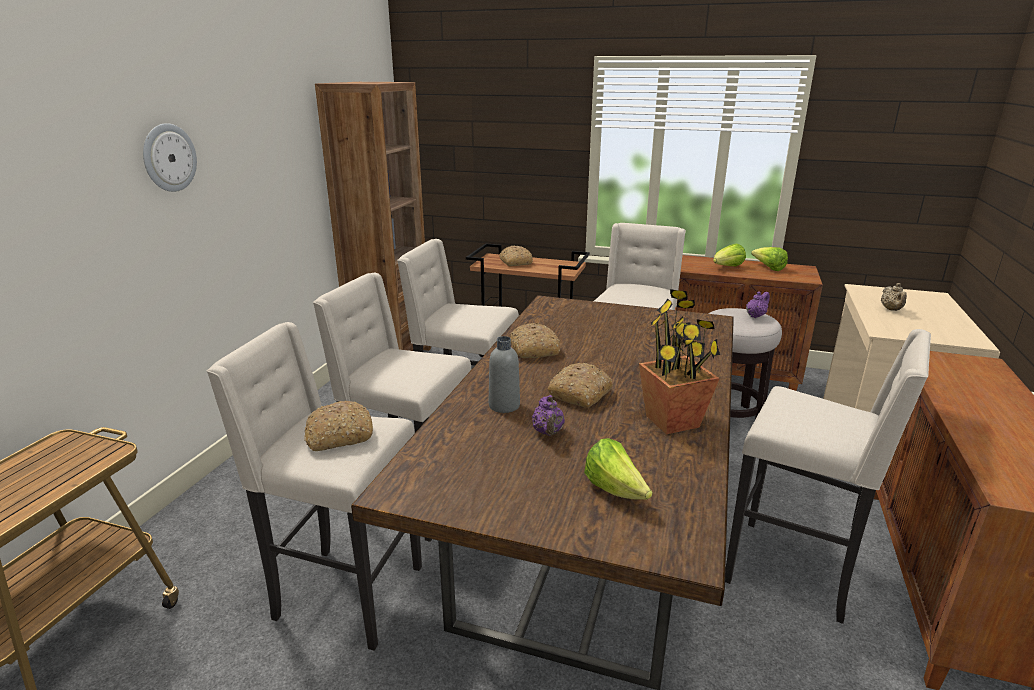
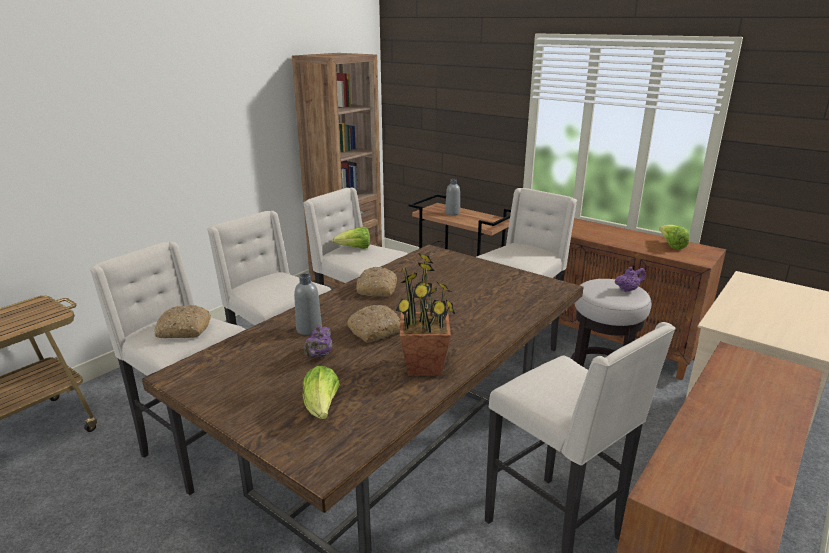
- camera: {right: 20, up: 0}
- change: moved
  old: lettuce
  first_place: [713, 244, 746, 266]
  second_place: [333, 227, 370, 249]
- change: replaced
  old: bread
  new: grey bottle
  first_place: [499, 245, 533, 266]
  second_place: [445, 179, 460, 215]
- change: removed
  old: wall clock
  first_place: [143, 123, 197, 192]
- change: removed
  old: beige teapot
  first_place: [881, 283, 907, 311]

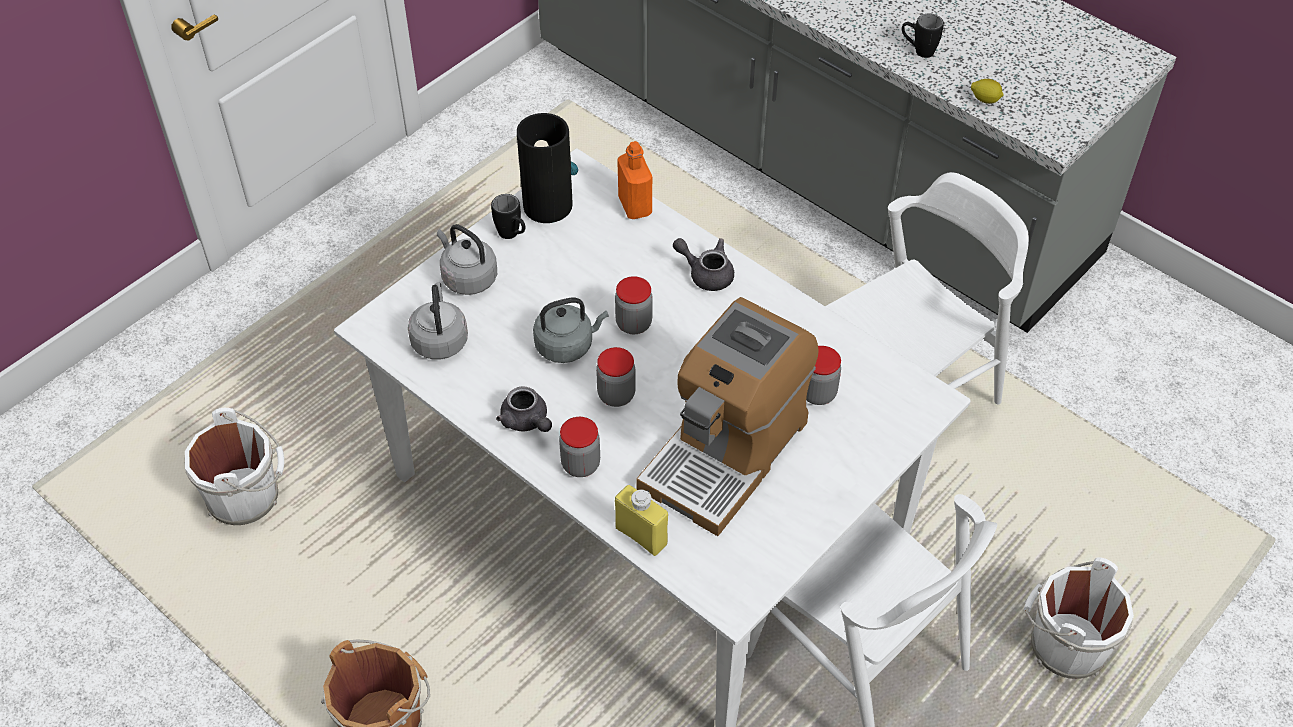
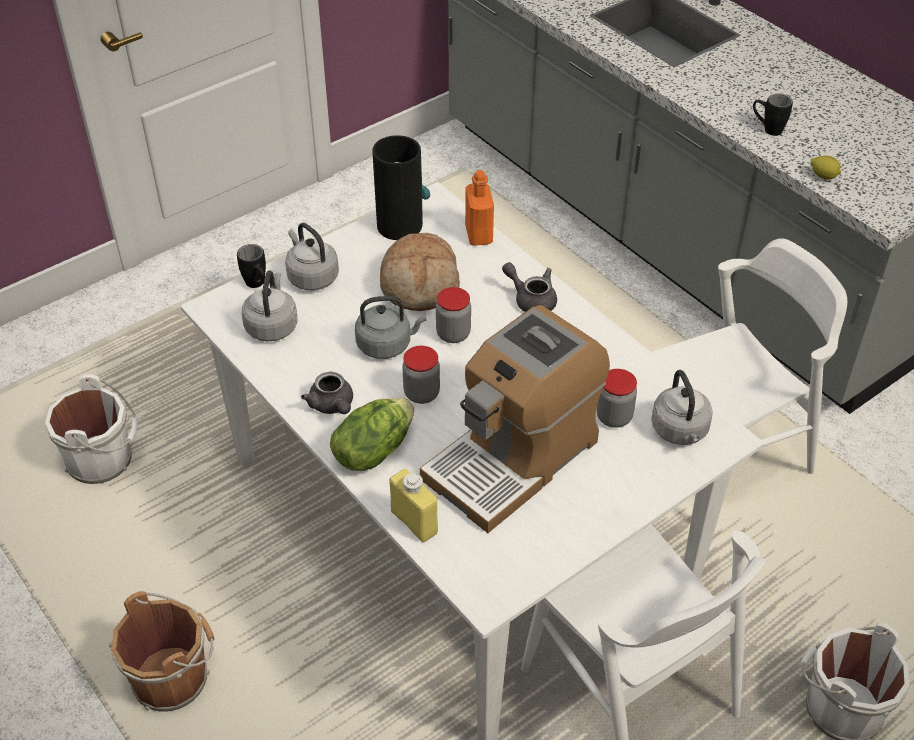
- camera: {right: 10, up: -5}
- change: moved
  old: black mug
  first_place: [491, 194, 525, 239]
  second_place: [237, 244, 266, 288]
- change: replaced
  old: jar
  new: lettuce
  first_place: [559, 417, 600, 477]
  second_place: [330, 398, 414, 471]
- change: added
  new: bread
  second_place: [380, 233, 460, 311]
- change: added
  new: grey kettle
  second_place: [651, 370, 713, 445]

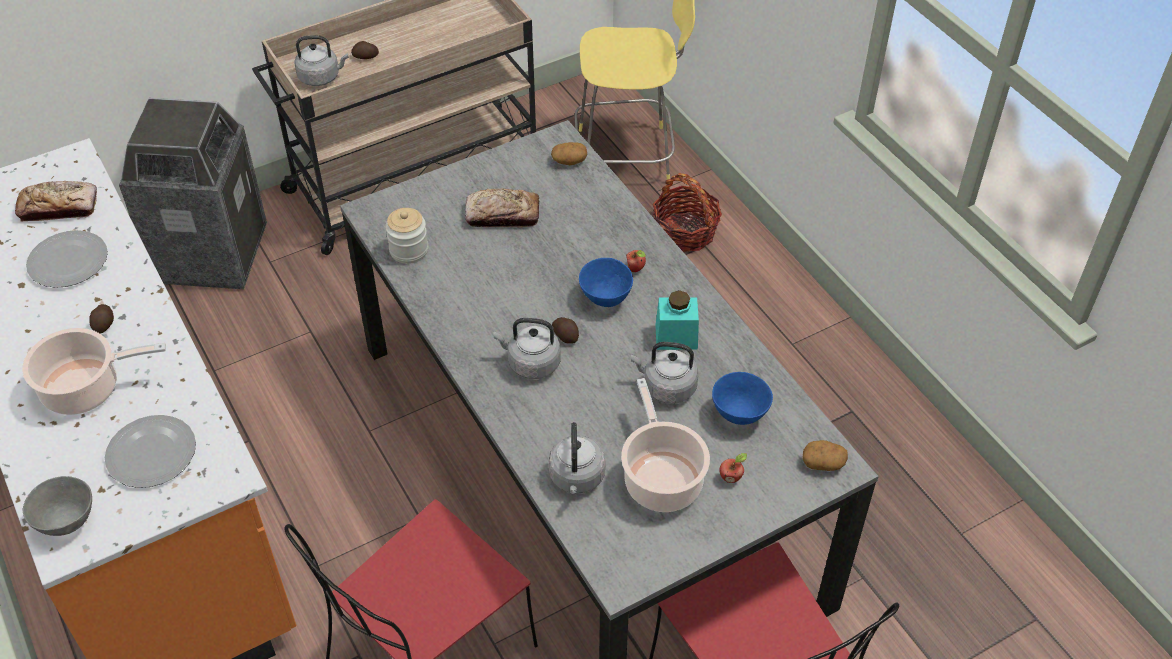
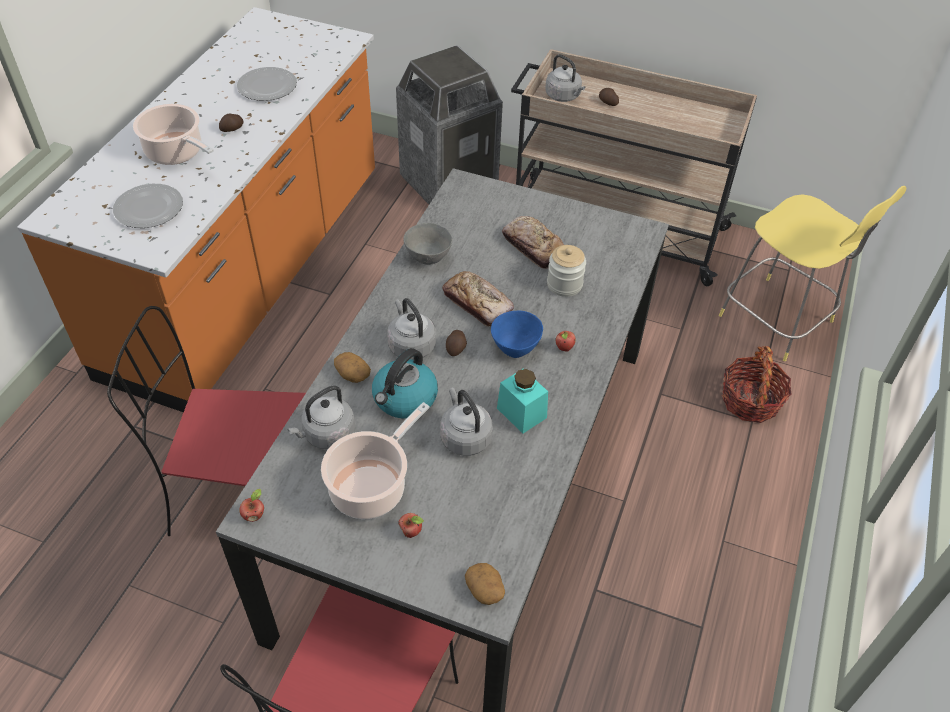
- camera: {right: 50, up: 0}
- change: added
  new: apple
  second_place: [239, 489, 264, 522]
- change: moved
  old: potato
  first_place: [551, 142, 587, 165]
  second_place: [334, 352, 371, 383]
- change: added
  new: kettle
  second_place: [372, 348, 438, 418]
- change: moved
  old: grey bowl
  first_place: [23, 476, 92, 536]
  second_place: [403, 223, 452, 265]
- change: moved
  old: bread
  first_place: [15, 181, 97, 221]
  second_place: [442, 271, 514, 326]
- change: moved
  old: jar
  first_place: [385, 208, 428, 264]
  second_place: [547, 245, 586, 297]
- change: removed
  old: blue bowl
  first_place: [712, 372, 773, 425]

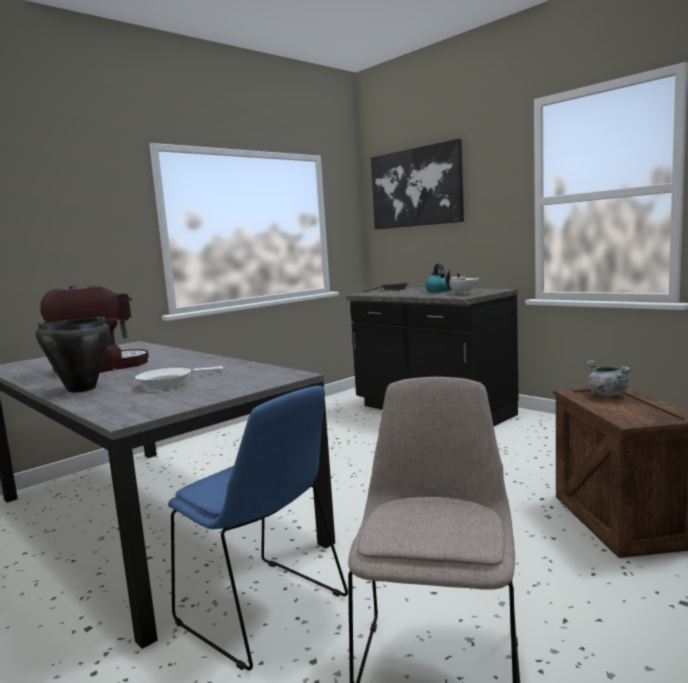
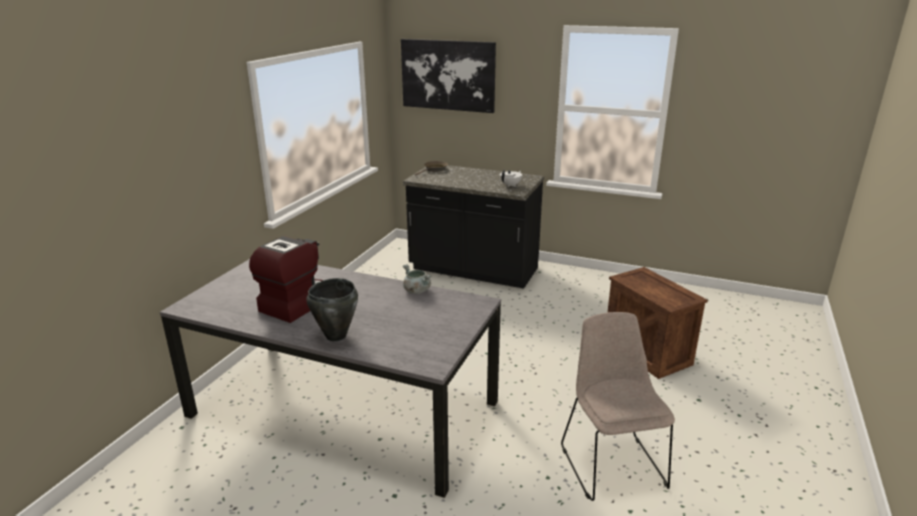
- camera: {right: -25, up: 15}
- change: moved
  old: grey cooking pot
  first_place: [587, 360, 632, 396]
  second_place: [403, 264, 431, 294]
- change: removed
  old: white frying pan
  first_place: [135, 366, 223, 390]
- change: removed
  old: blue chair
  first_place: [168, 386, 348, 671]
- change: removed
  old: kettle
  first_place: [425, 264, 452, 292]

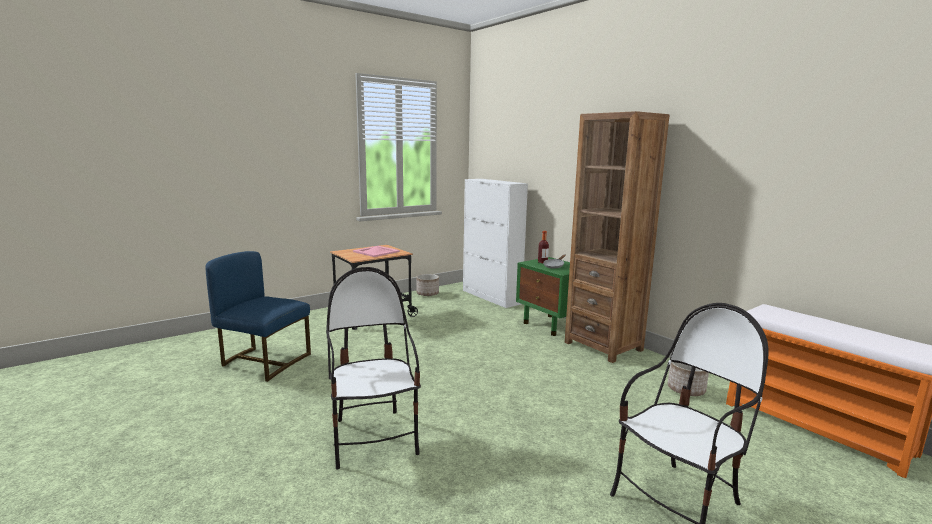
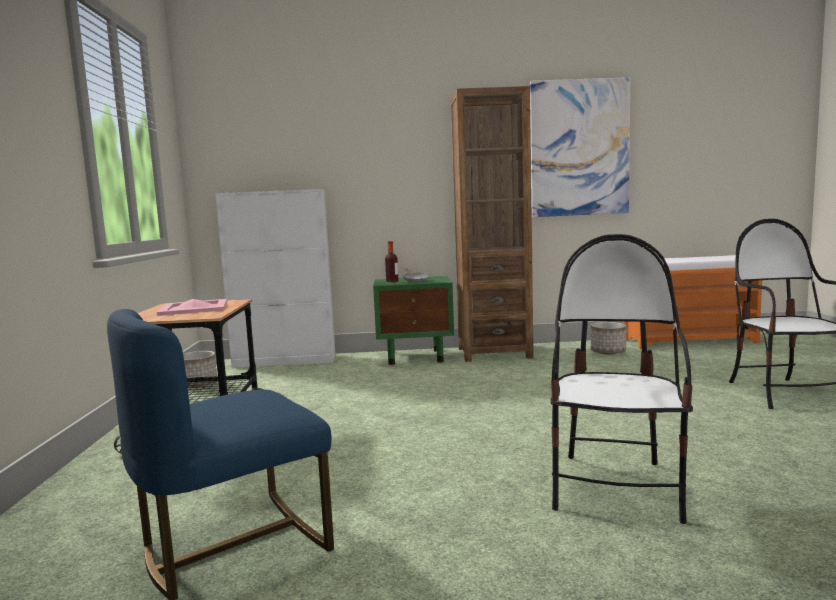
- camera: {right: -55, up: -5}
- change: added
  new: picture
  second_place: [530, 77, 630, 217]
- change: turned
  old: chair
  first_place: [326, 267, 421, 470]
  second_place: [550, 234, 693, 524]
  degrees: 90

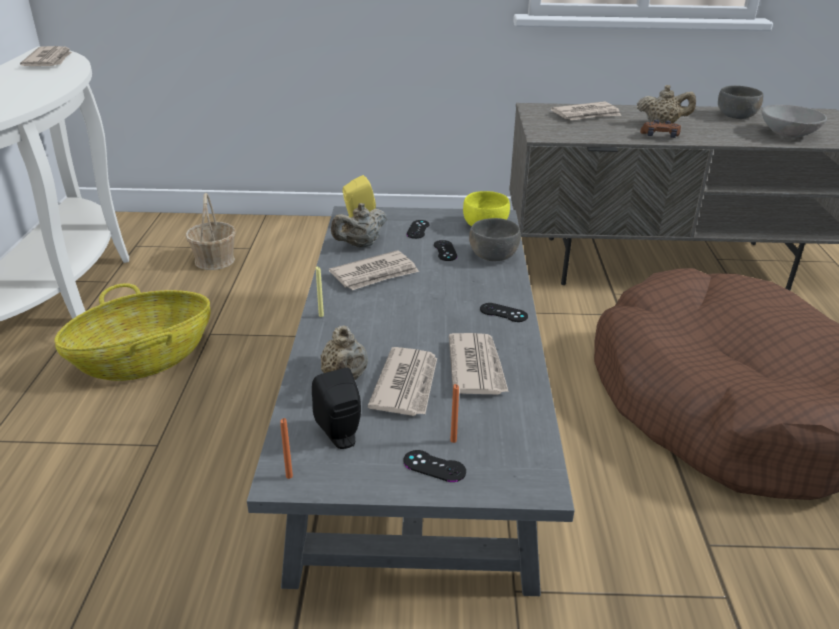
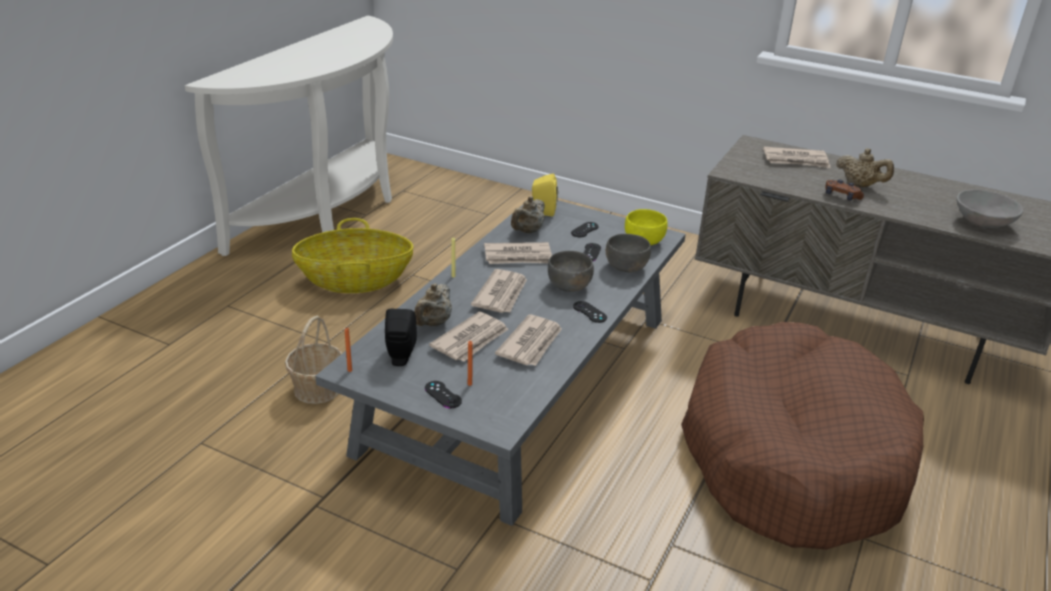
- camera: {right: 25, up: 0}
- change: moved
  old: basket
  first_place: [185, 193, 236, 270]
  second_place: [285, 315, 342, 404]
- change: moved
  old: newspaper
  first_place: [20, 46, 72, 66]
  second_place: [471, 269, 527, 313]
- change: turned
  old: beige teapot
  first_place: [331, 203, 387, 248]
  second_place: [511, 196, 545, 234]
  degrees: -45
- change: moved
  old: grey bowl
  first_place: [718, 86, 763, 119]
  second_place: [548, 251, 594, 292]

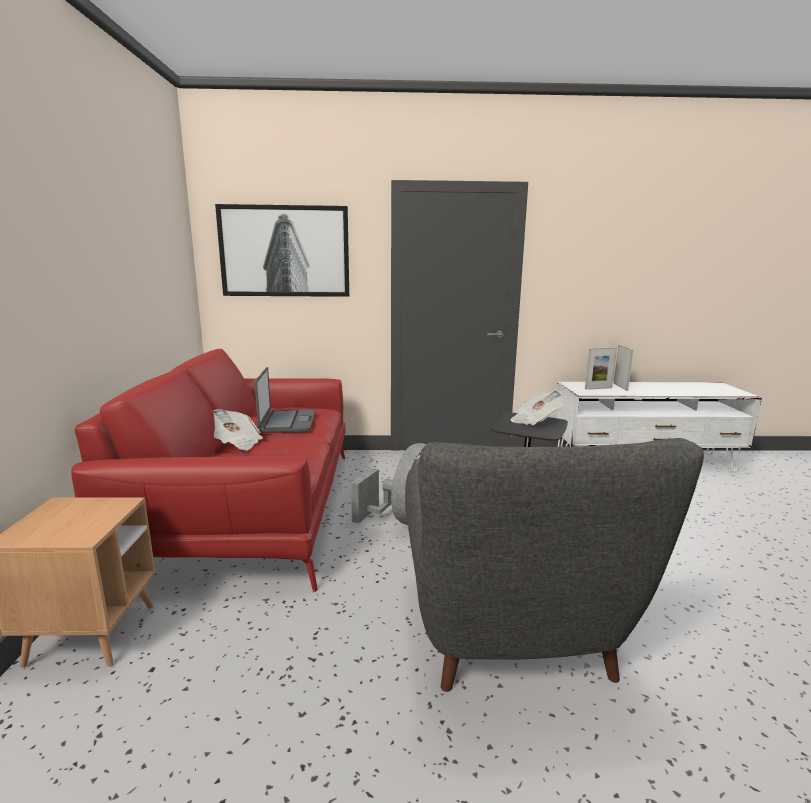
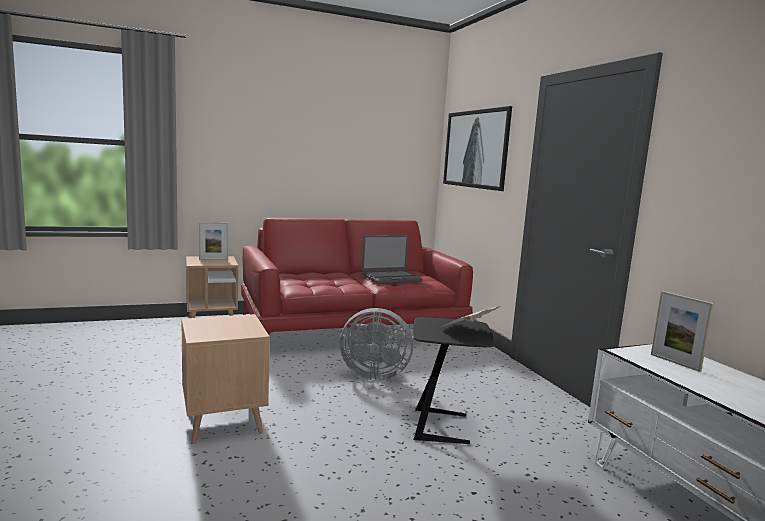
- camera: {right: 70, up: -5}
- change: replaced
  old: grey armchair
  new: brown side table
  first_place: [405, 438, 704, 692]
  second_place: [181, 314, 270, 445]
- change: moved
  old: picture frame
  first_place: [614, 344, 634, 391]
  second_place: [199, 222, 228, 260]
- change: removed
  old: newspaper
  first_place: [213, 409, 263, 451]

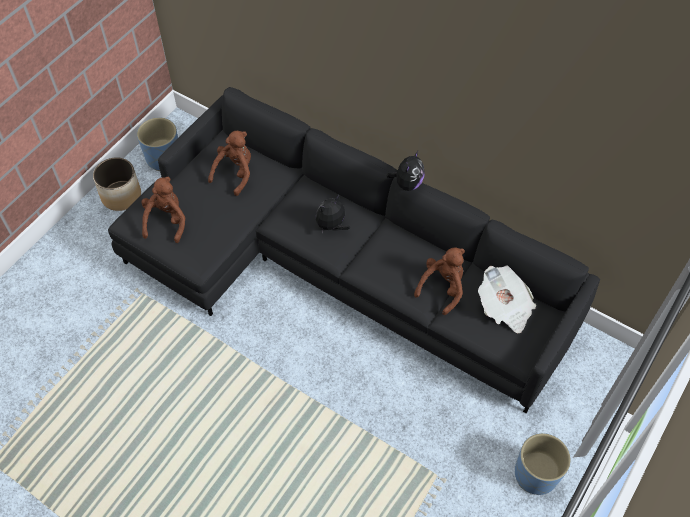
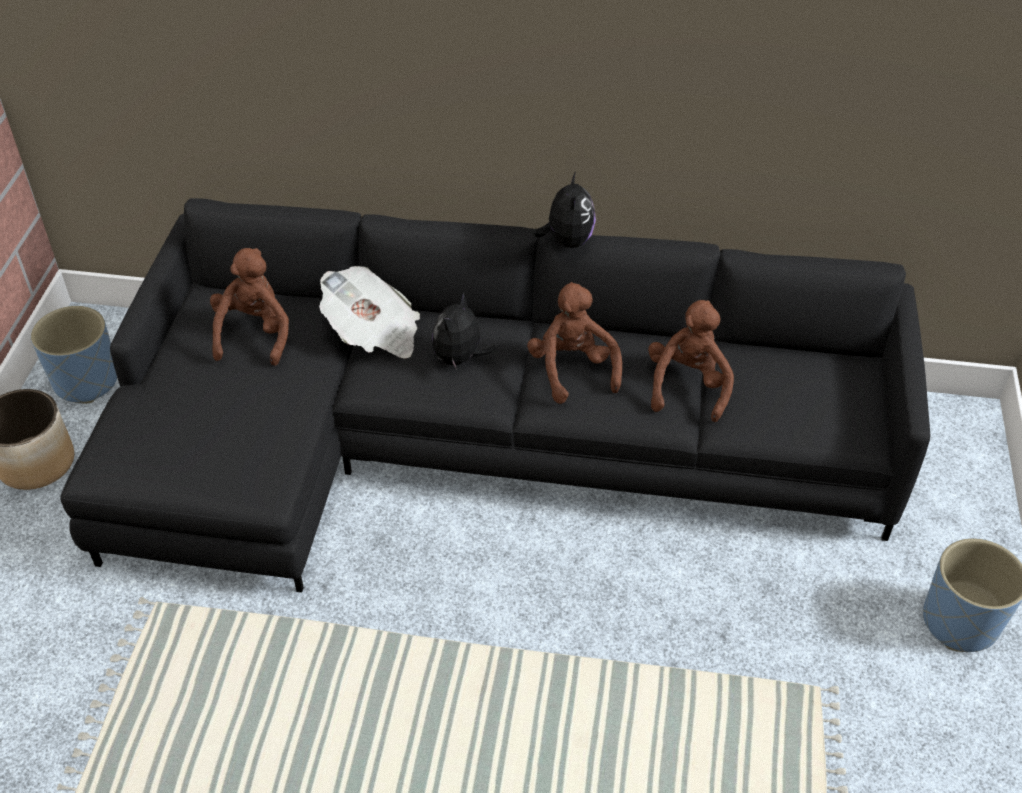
- camera: {right: -25, up: -10}
- change: moved
  old: newspaper
  first_place: [478, 265, 536, 333]
  second_place: [319, 266, 420, 358]
- change: moved
  old: brown plush toy
  first_place: [142, 177, 185, 243]
  second_place: [527, 282, 622, 404]

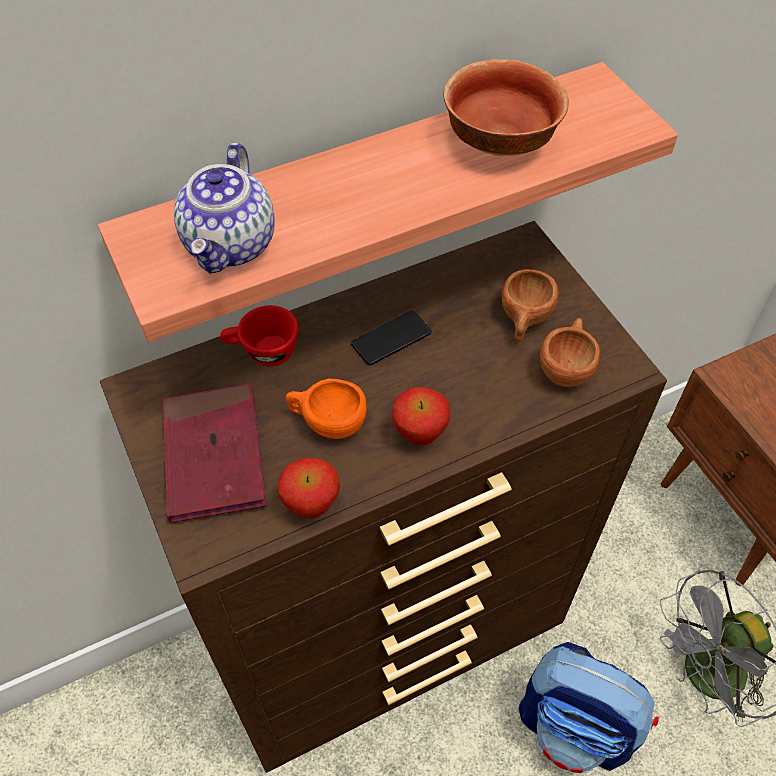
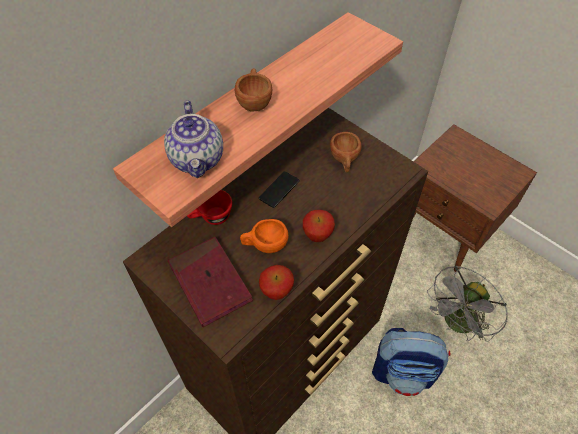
- camera: {right: -20, up: 0}
- change: moved
  old: brown cup
  first_place: [540, 318, 600, 387]
  second_place: [235, 68, 272, 112]
- change: removed
  old: bowl
  first_place: [443, 59, 569, 156]

